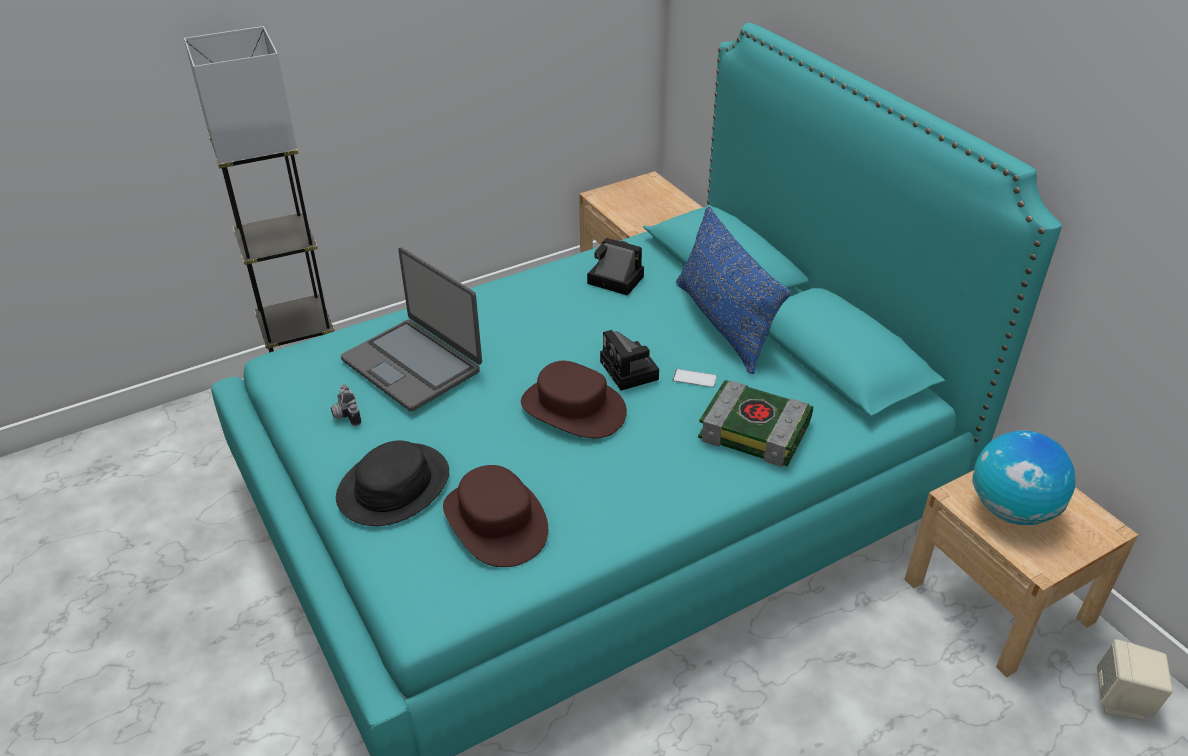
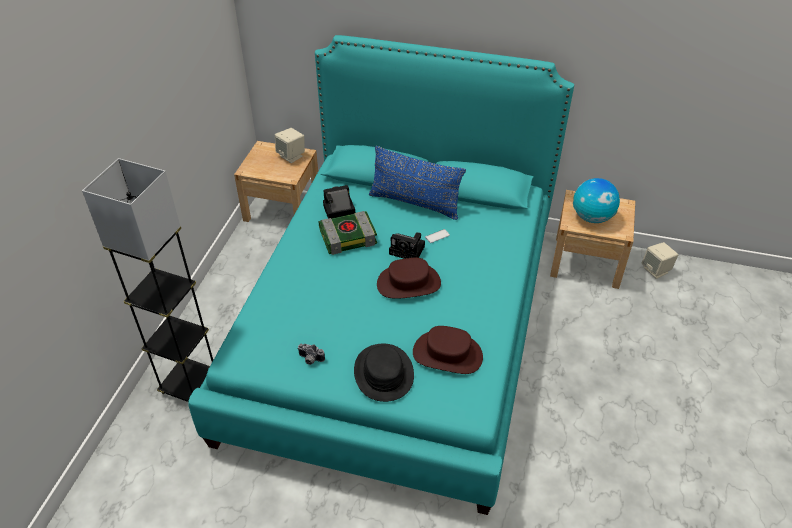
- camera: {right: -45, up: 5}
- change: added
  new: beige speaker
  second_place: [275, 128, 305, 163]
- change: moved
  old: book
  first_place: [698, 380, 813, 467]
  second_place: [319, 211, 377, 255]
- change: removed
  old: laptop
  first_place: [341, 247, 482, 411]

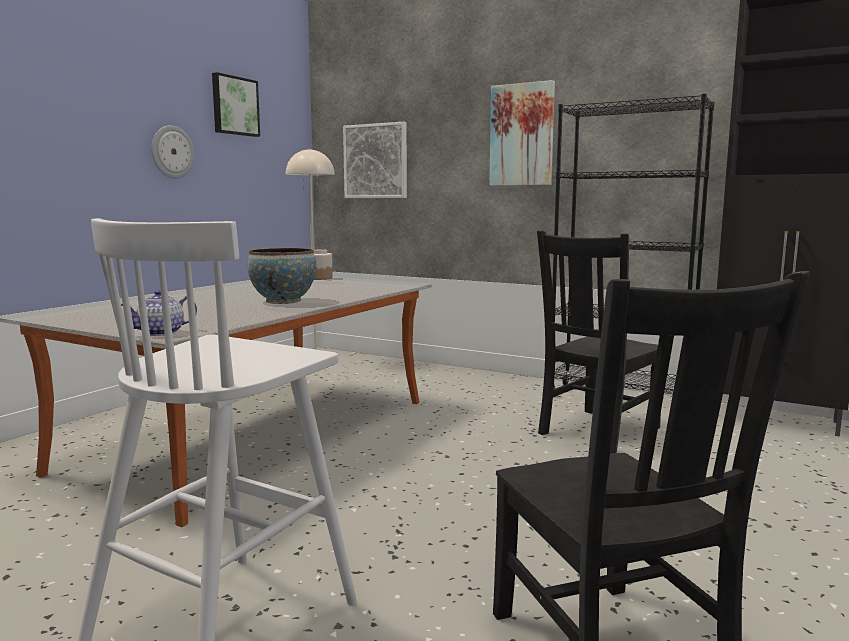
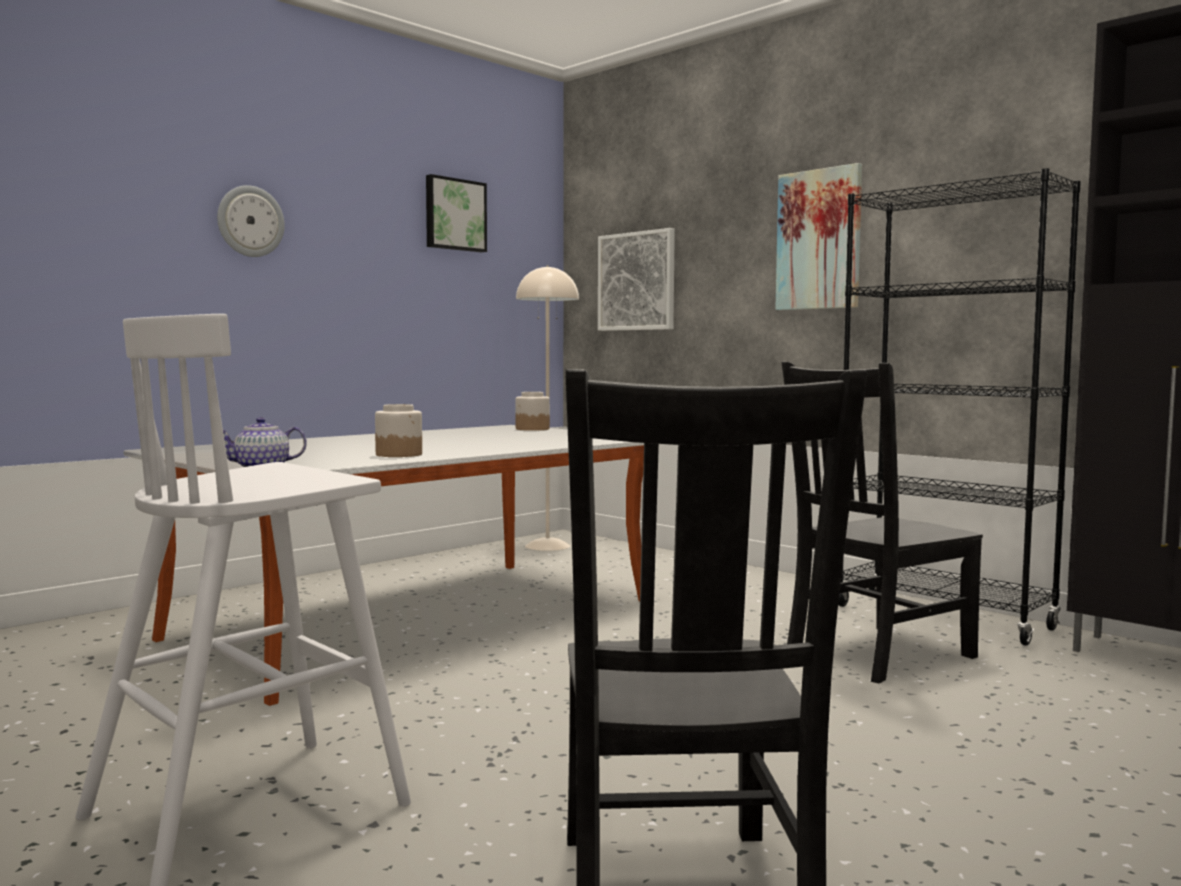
- camera: {right: 15, up: -5}
- change: moved
  old: wall clock
  first_place: [151, 125, 194, 179]
  second_place: [217, 185, 285, 257]
- change: added
  new: jar
  second_place: [375, 404, 422, 457]
- change: removed
  old: bowl
  first_place: [248, 248, 316, 304]

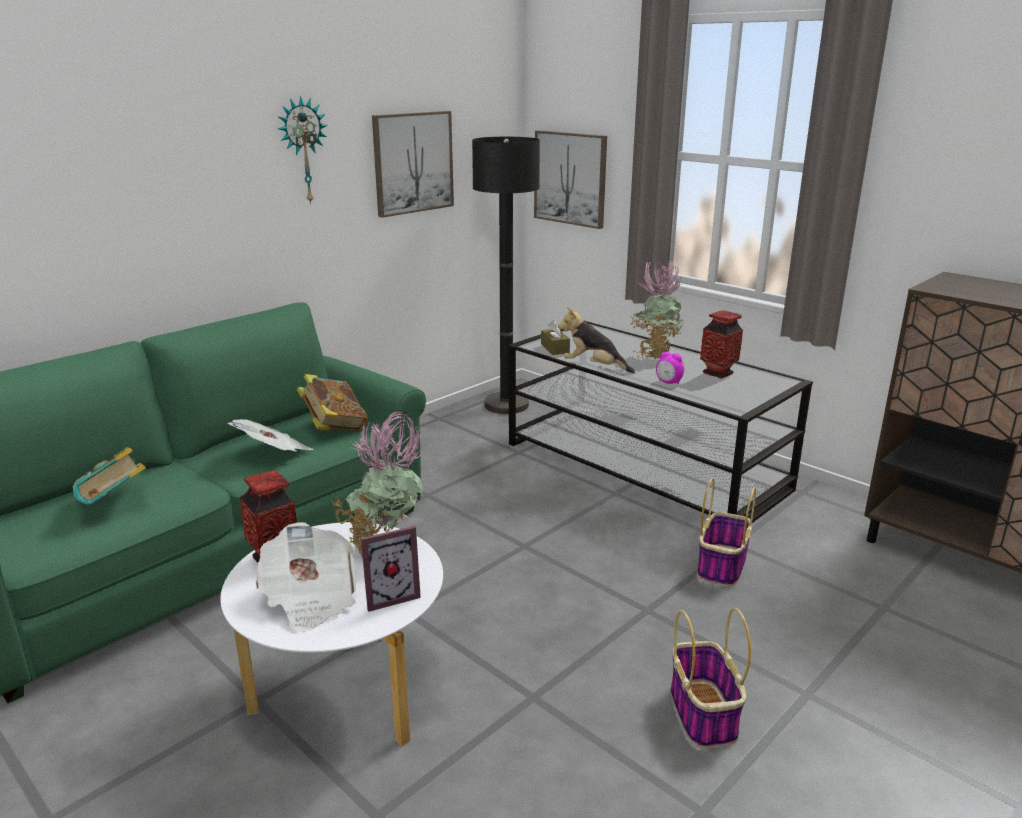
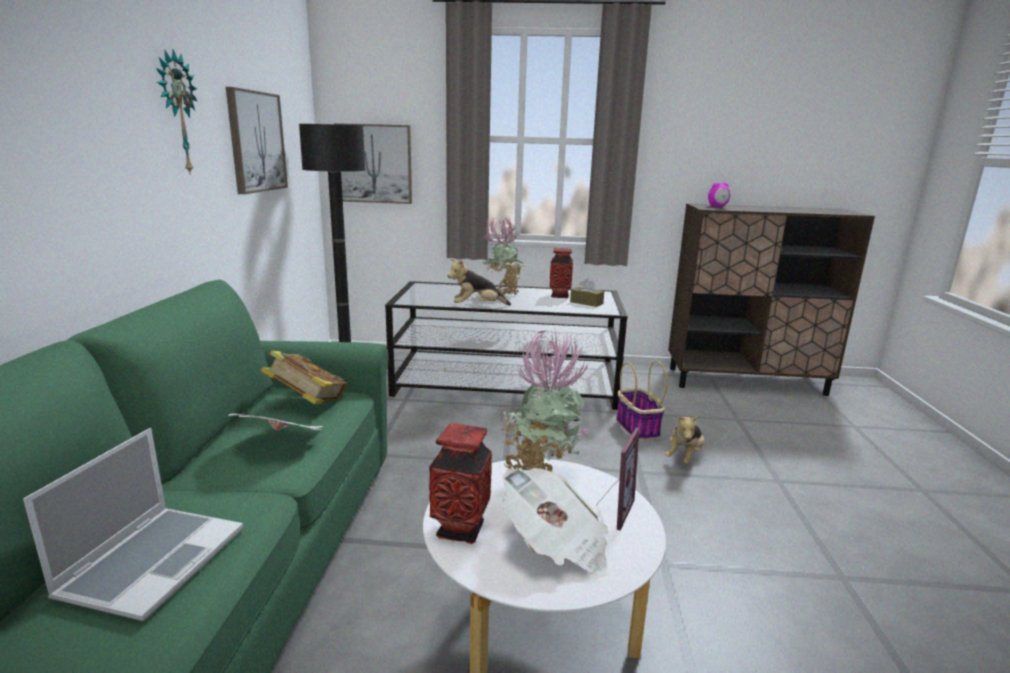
- camera: {right: -40, up: -5}
- change: replaced
  old: book
  new: laptop
  first_place: [73, 447, 146, 505]
  second_place: [23, 428, 243, 621]
- change: moved
  old: brown tissue box
  first_place: [541, 320, 570, 355]
  second_place: [570, 278, 604, 307]
- change: added
  new: plush toy
  second_place: [665, 415, 705, 464]
- change: moved
  old: alarm clock
  first_place: [656, 352, 684, 384]
  second_place: [708, 182, 730, 207]
- change: removed
  old: basket
  first_place: [671, 608, 751, 749]

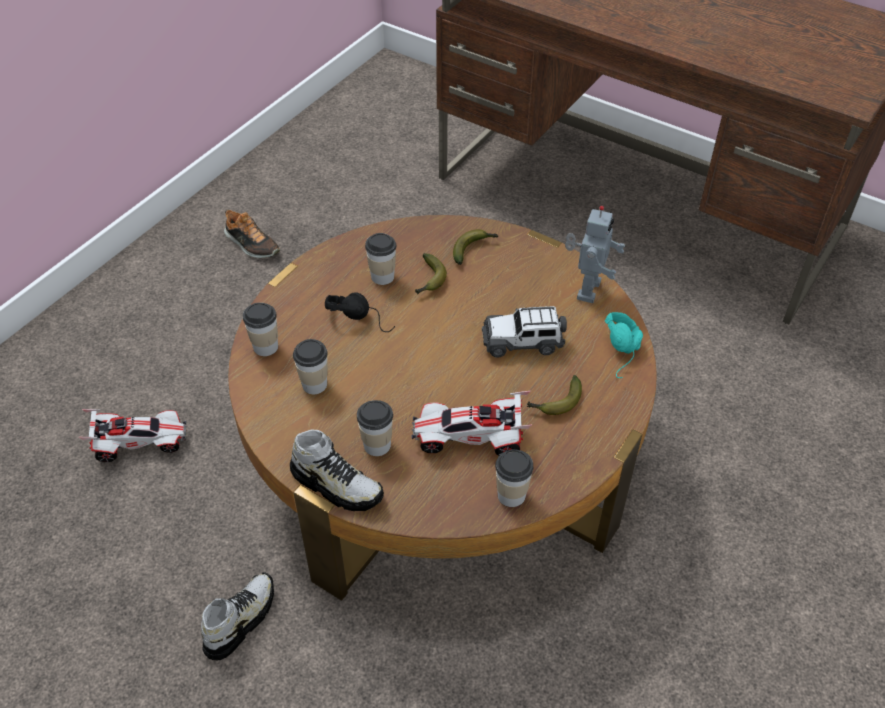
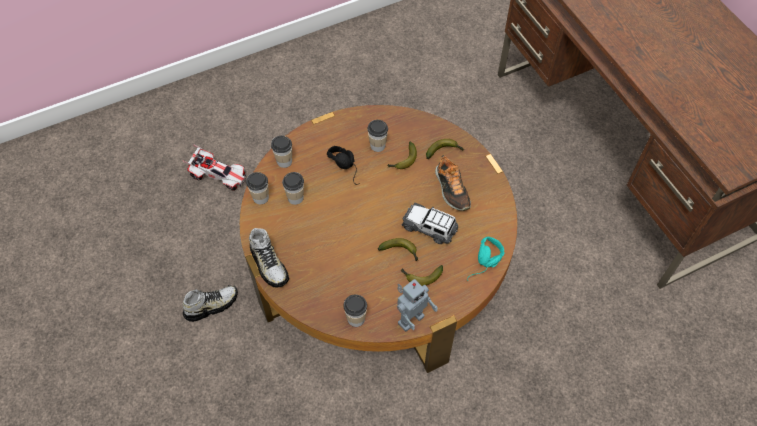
- camera: {right: 30, up: 10}
- change: moved
  old: cup
  first_place: [357, 400, 393, 456]
  second_place: [246, 172, 269, 204]
- change: added
  new: banana
  second_place: [378, 238, 418, 261]
- change: moved
  old: toy robot
  first_place: [565, 206, 625, 303]
  second_place: [397, 279, 438, 332]
- change: moved
  old: shoe
  first_place: [224, 209, 280, 258]
  second_place: [435, 155, 471, 211]
- change: removed
  old: toy car
  first_place: [412, 391, 532, 456]

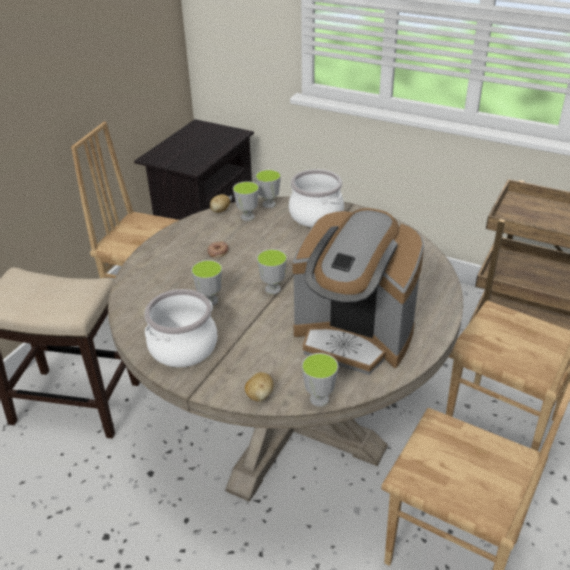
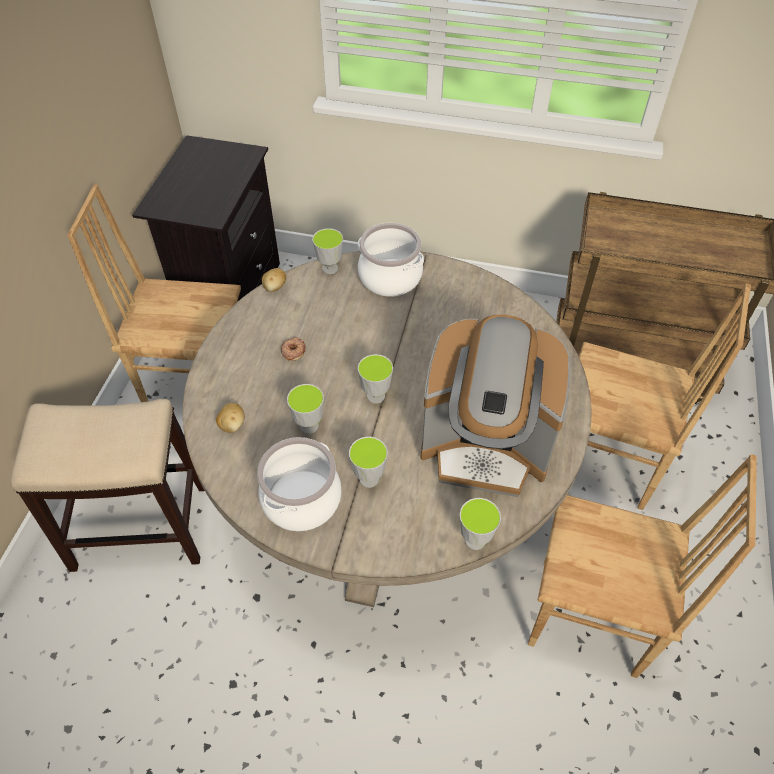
- camera: {right: -15, up: 15}
- change: moved
  old: potato
  first_place: [245, 372, 273, 401]
  second_place: [216, 403, 245, 433]
- change: moved
  old: cup
  first_place: [233, 181, 259, 221]
  second_place: [349, 437, 388, 488]

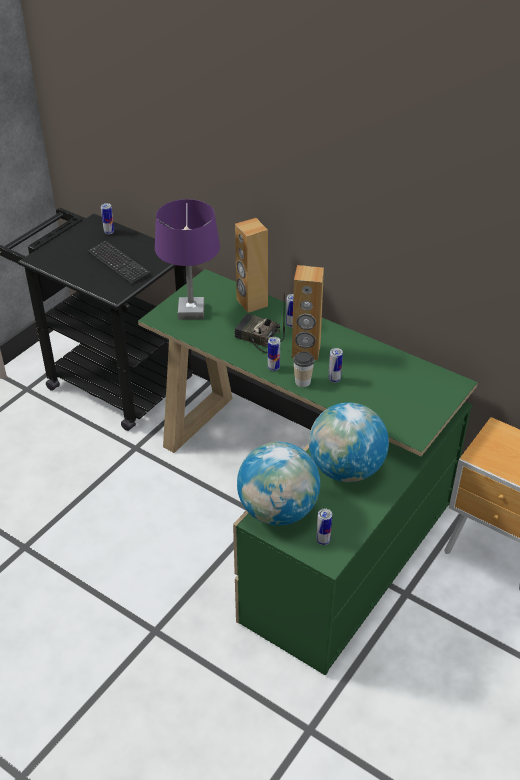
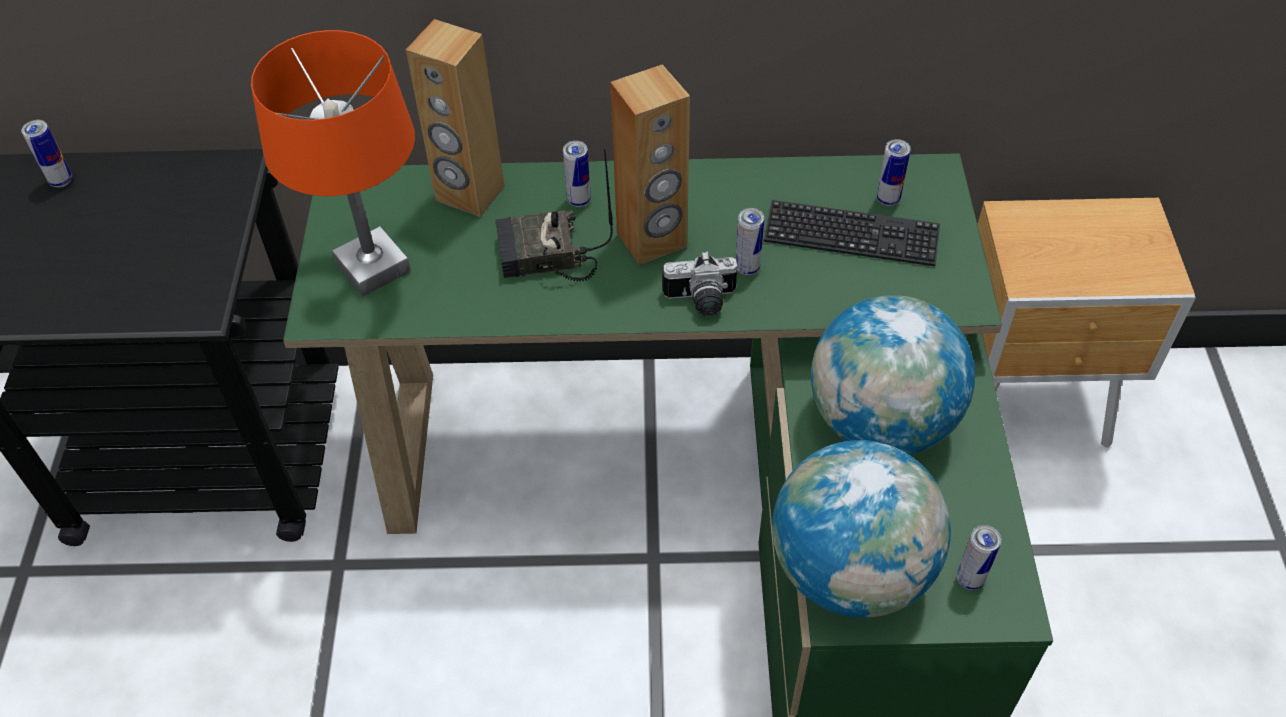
- camera: {right: -35, up: 10}
- change: recoloured
  old: purple table lamp
  new: orange table lamp
  first_place: [155, 199, 220, 320]
  second_place: [251, 30, 415, 296]
- change: replaced
  old: cup
  new: photo camera
  first_place: [293, 351, 314, 387]
  second_place: [662, 251, 737, 316]
- change: moved
  old: keyboard
  first_place: [88, 241, 150, 284]
  second_place: [764, 200, 940, 266]
- change: moved
  old: can
  first_place: [268, 337, 280, 371]
  second_place: [877, 139, 911, 206]

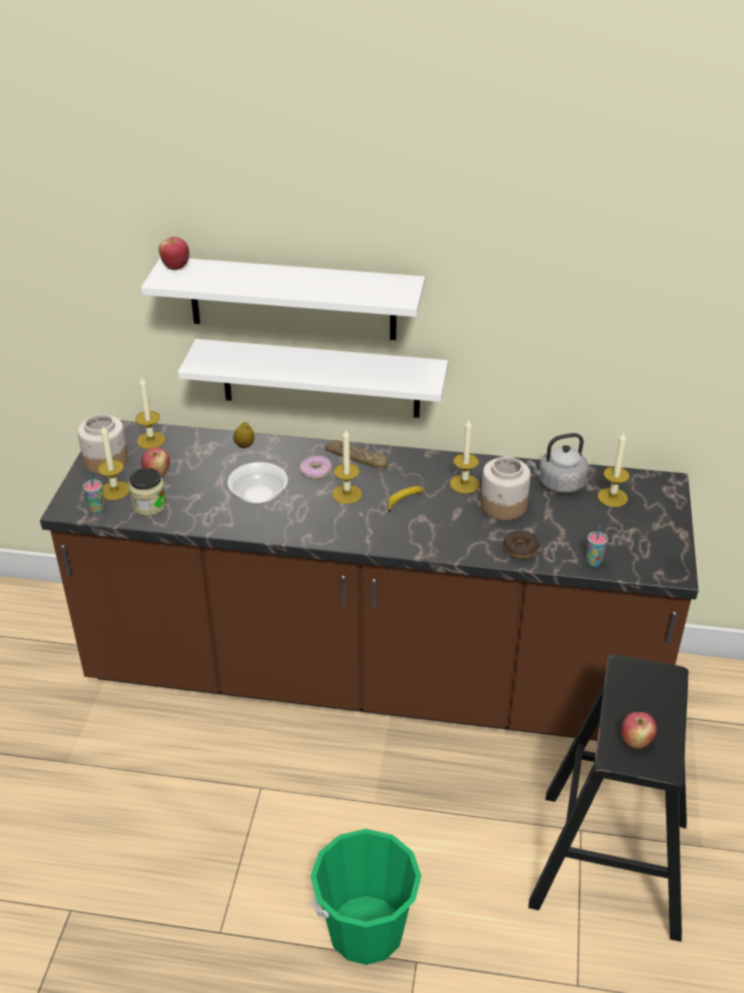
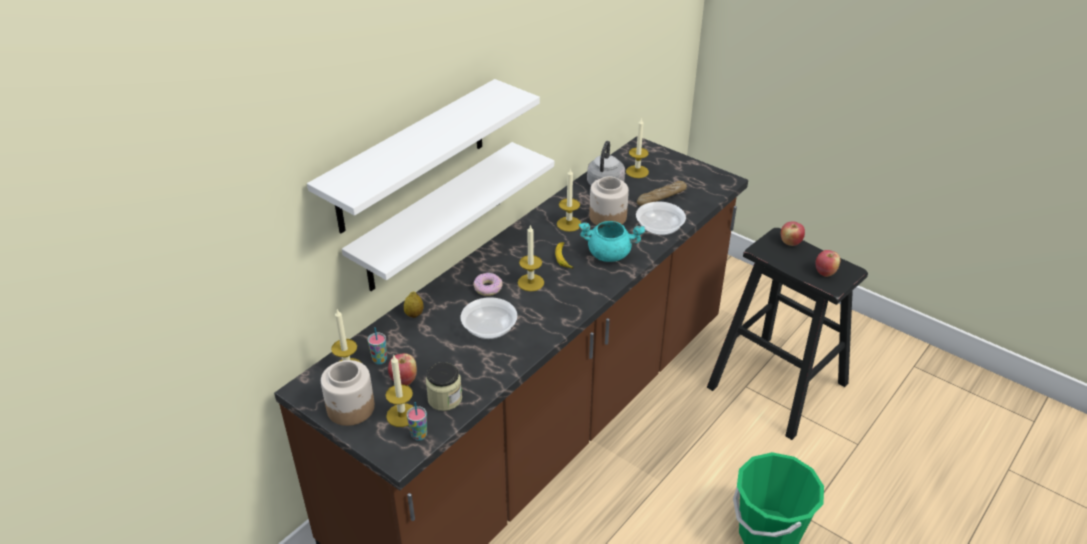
- camera: {right: -60, up: 0}
- change: moved
  old: cup
  first_place: [586, 525, 608, 567]
  second_place: [367, 327, 387, 364]
- change: added
  new: turquoise cooking pot
  second_place: [579, 221, 645, 262]
- change: replaced
  old: donut
  new: bowl
  first_place: [503, 531, 539, 559]
  second_place: [636, 202, 686, 235]
- change: moved
  old: bread
  first_place: [325, 440, 389, 468]
  second_place: [637, 181, 687, 206]
- change: moved
  old: apple
  first_place: [159, 237, 189, 270]
  second_place: [781, 221, 805, 246]

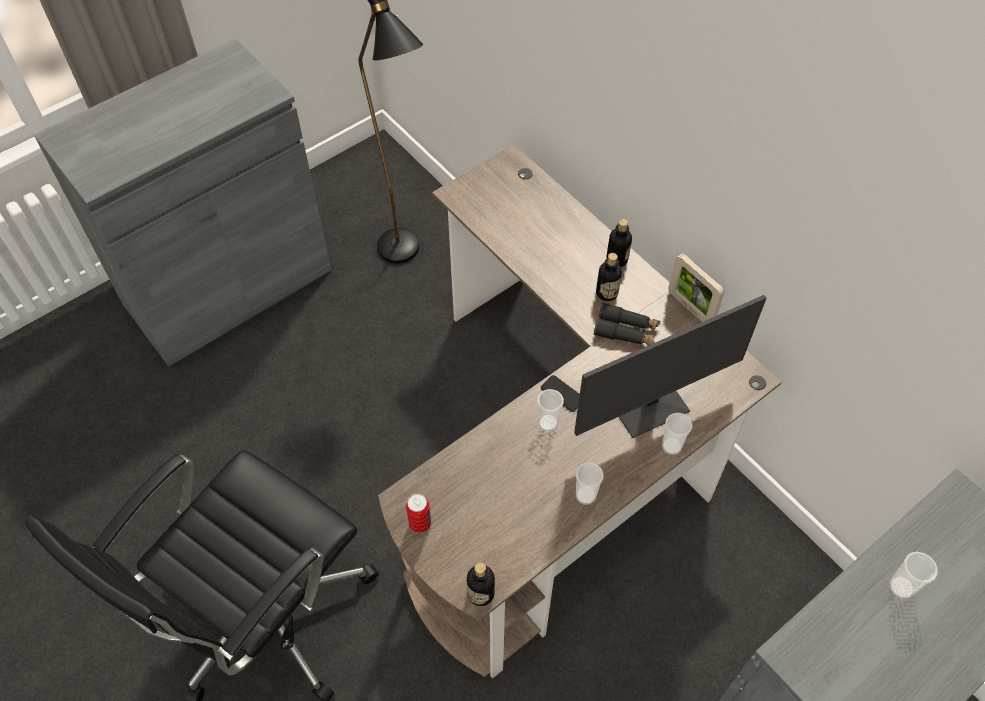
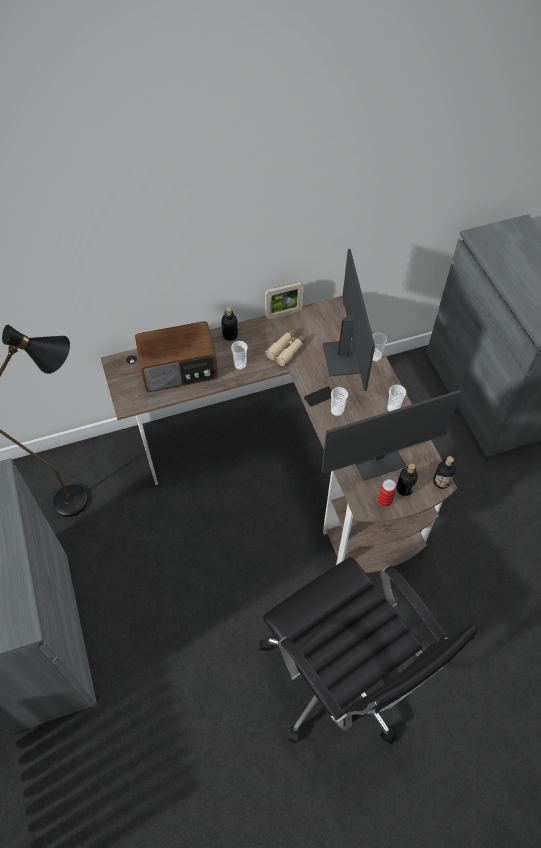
- camera: {right: -70, up: 0}
- change: added
  new: radio
  second_place: [135, 321, 218, 392]
- change: moved
  old: cup
  first_place: [889, 552, 938, 599]
  second_place: [231, 341, 248, 370]
- change: recoloured
  old: black binoculars
  new: beige binoculars
  first_place: [594, 303, 660, 345]
  second_place: [265, 329, 307, 366]
- change: added
  new: monitor
  second_place: [321, 390, 462, 481]
- change: moved
  old: bottle
  first_place: [596, 253, 622, 301]
  second_place: [396, 463, 418, 496]

